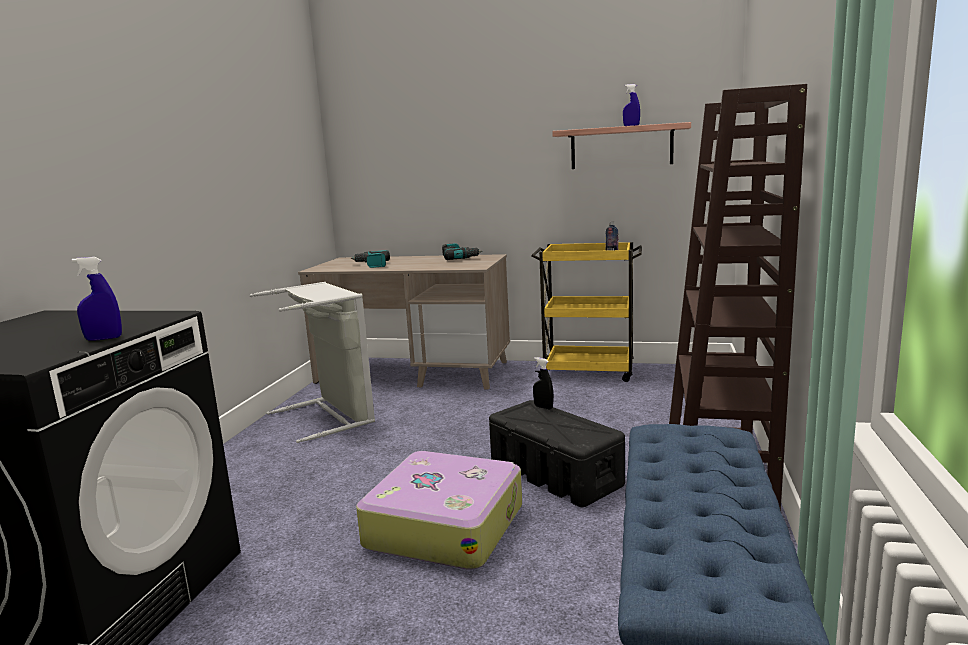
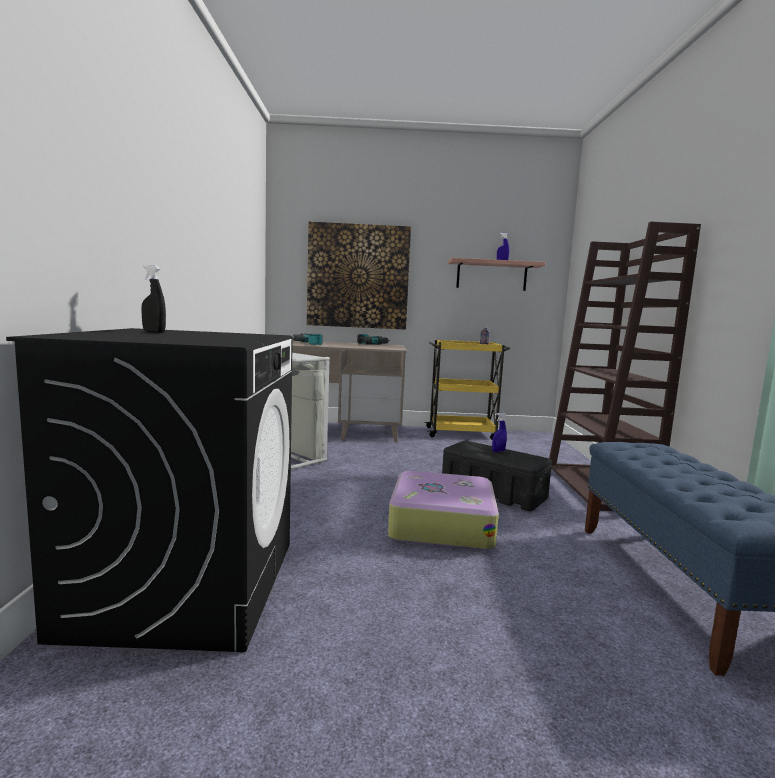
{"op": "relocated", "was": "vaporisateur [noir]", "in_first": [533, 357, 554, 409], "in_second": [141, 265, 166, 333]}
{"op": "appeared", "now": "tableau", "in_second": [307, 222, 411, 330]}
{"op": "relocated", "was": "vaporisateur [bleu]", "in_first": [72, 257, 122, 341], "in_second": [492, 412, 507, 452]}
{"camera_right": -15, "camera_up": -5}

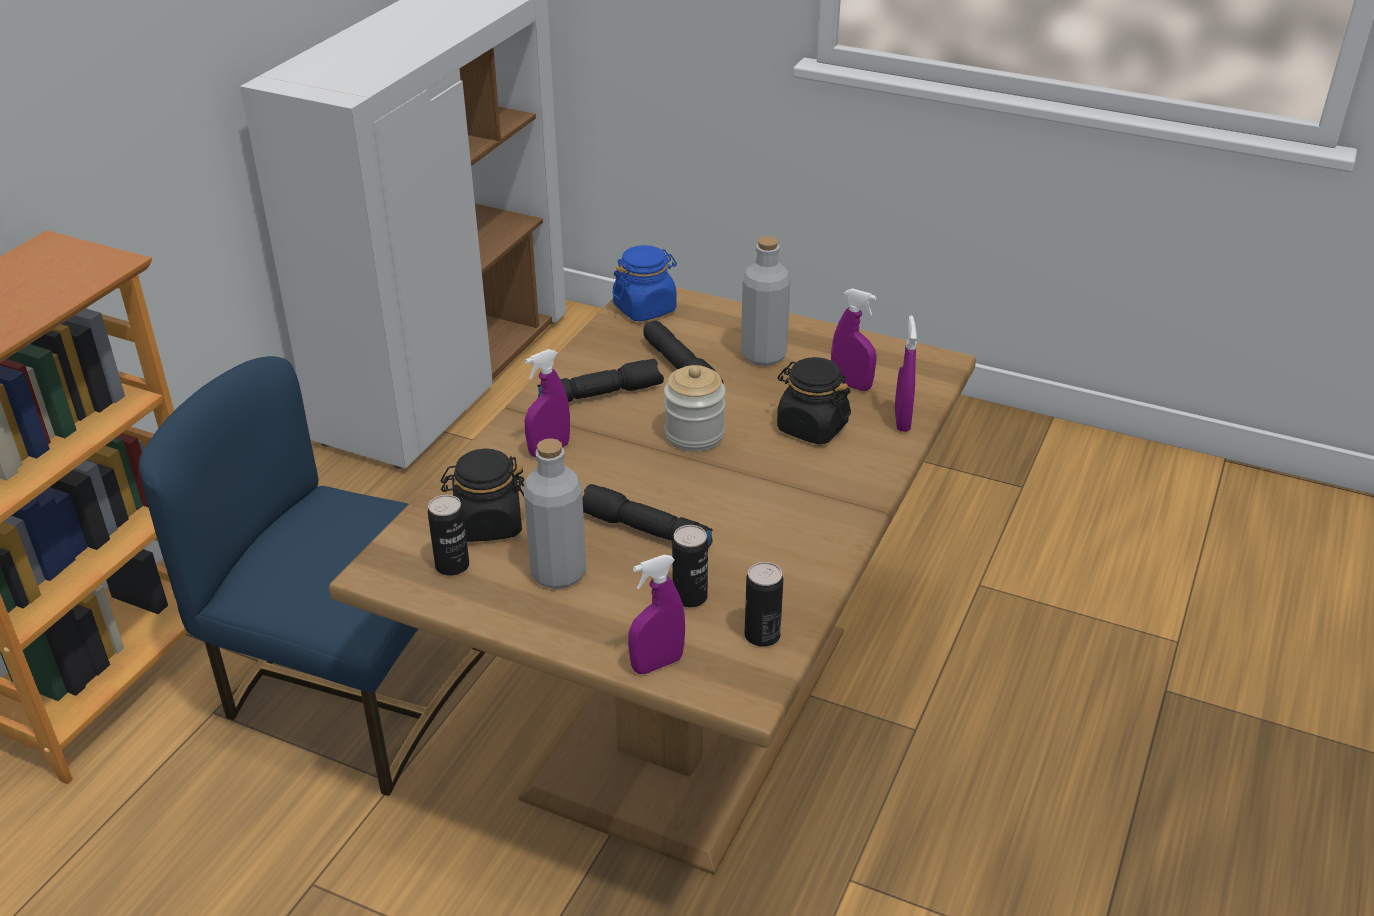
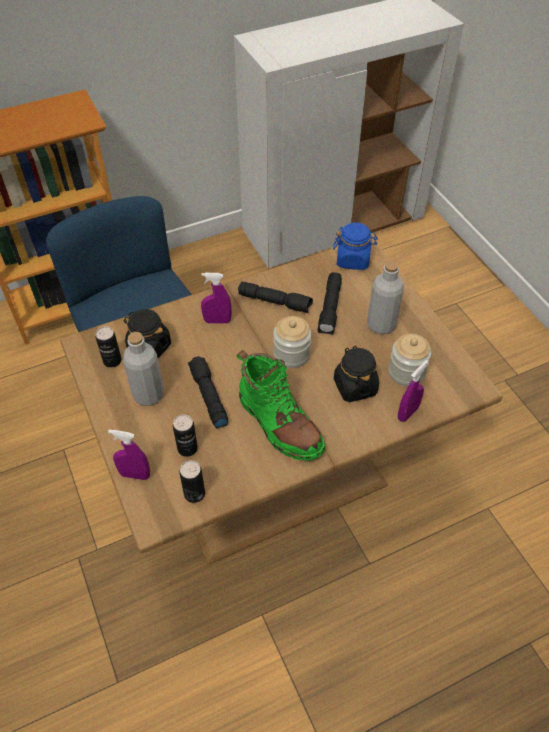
{"op": "appeared", "now": "botte [vert]", "in_second": [236, 350, 325, 461]}
{"op": "exchanged", "was": "vaporisateur [violet]", "now": "bocal", "in_first": [831, 288, 877, 391], "in_second": [389, 334, 431, 386]}
{"camera_right": 40, "camera_up": 15}

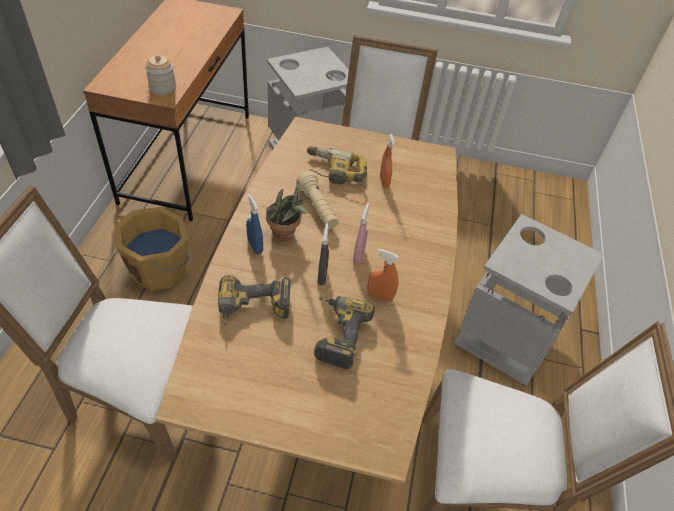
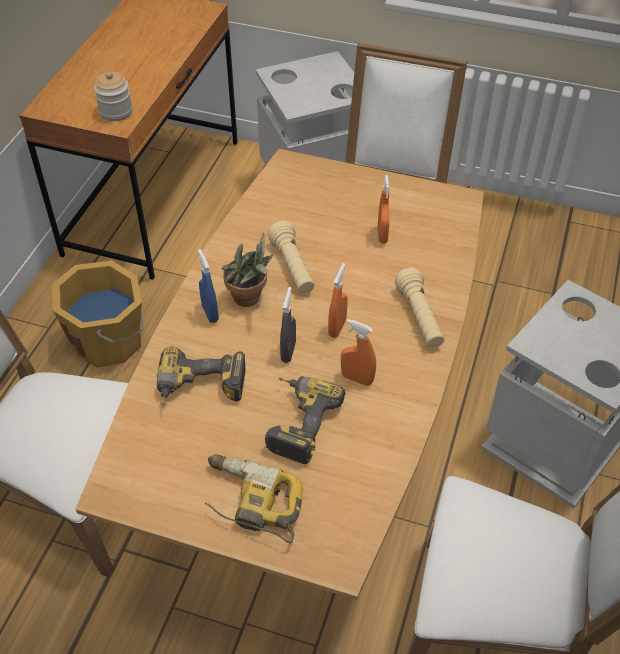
{"op": "relocated", "was": "perceuse", "in_first": [307, 146, 367, 187], "in_second": [205, 454, 303, 543]}
{"op": "colour", "was": "vaporisateur [rose]", "now": "vaporisateur [orange]", "in_first": [353, 203, 369, 264], "in_second": [328, 263, 348, 338]}
{"op": "appeared", "now": "lampe de poche [beige]", "in_second": [395, 268, 445, 348]}
{"camera_right": 10, "camera_up": 0}

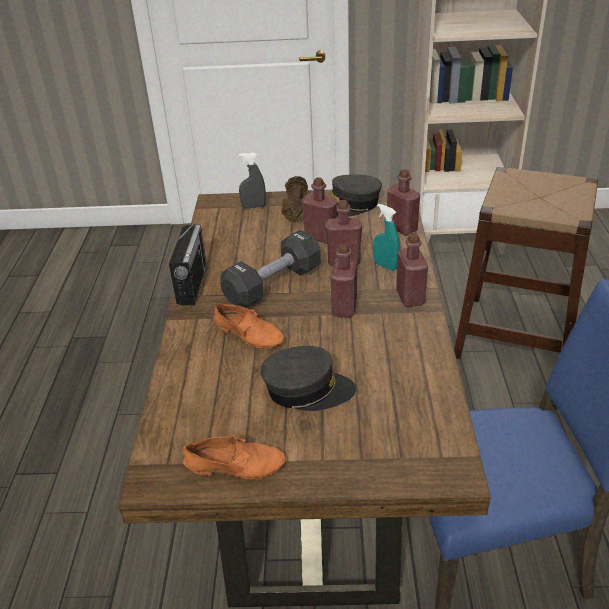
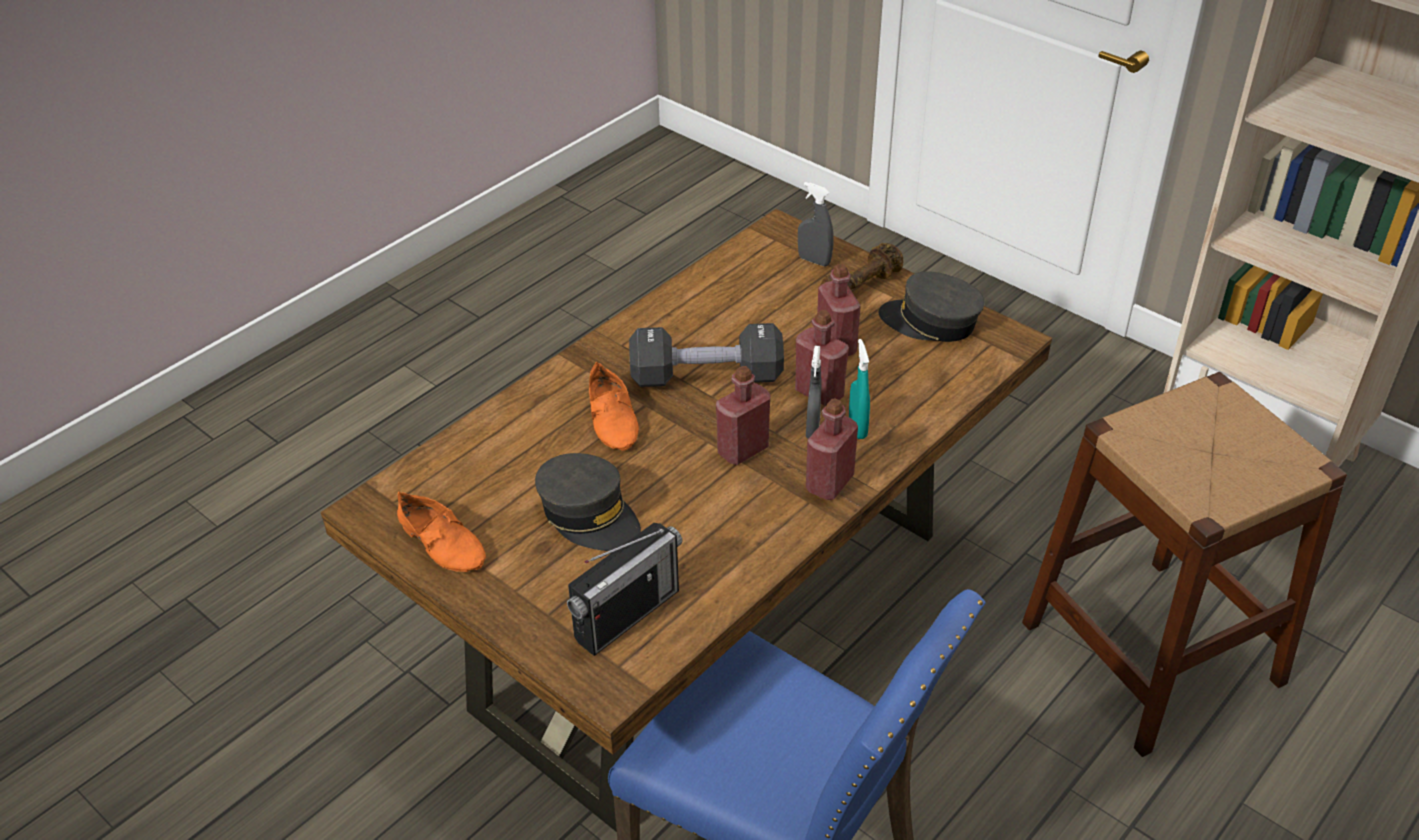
{"op": "relocated", "was": "radio", "in_first": [169, 224, 207, 305], "in_second": [567, 523, 682, 656]}
{"op": "appeared", "now": "vaporisateur [gris]", "in_second": [806, 346, 822, 439]}
{"op": "missing", "was": "bouteille [rouge]", "in_first": [387, 169, 420, 236]}
{"camera_right": 40, "camera_up": 5}

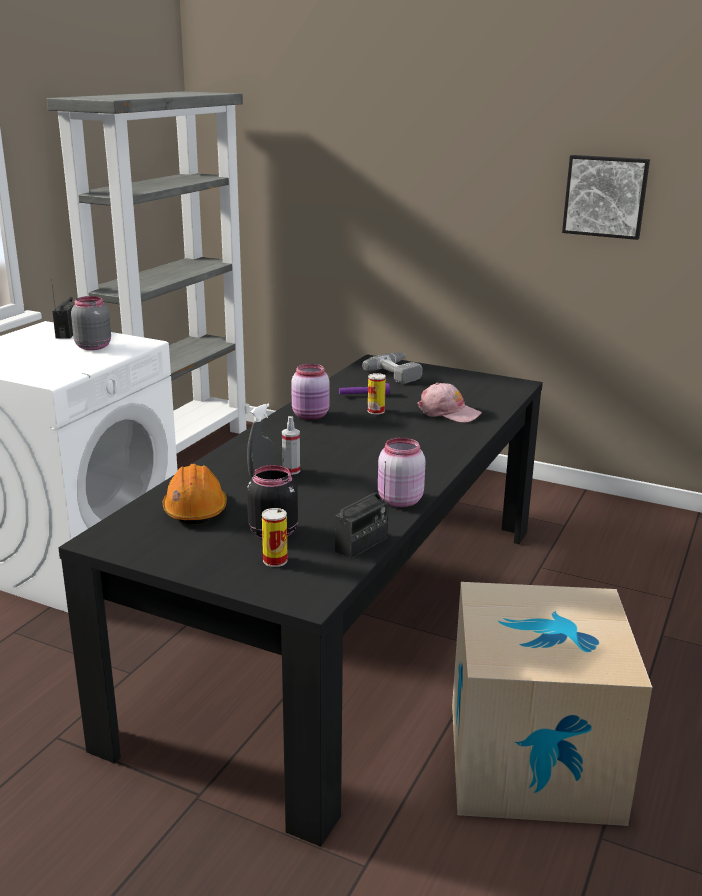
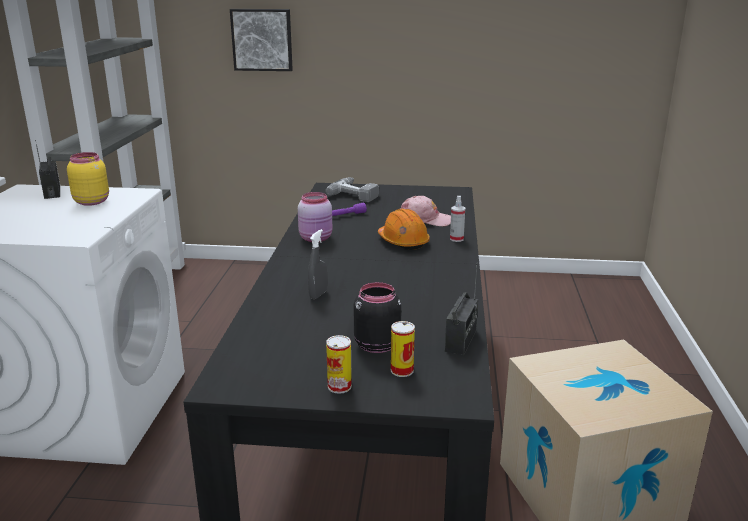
{"op": "colour", "was": "bocal [gris]", "now": "bocal [jaune]", "in_first": [71, 296, 111, 350], "in_second": [67, 152, 109, 206]}
{"op": "relocated", "was": "tableau", "in_first": [562, 155, 650, 240], "in_second": [230, 9, 293, 71]}
{"op": "relocated", "was": "boîte métallique", "in_first": [368, 373, 386, 415], "in_second": [326, 335, 352, 394]}
{"op": "relocated", "was": "casque de chantier [orange]", "in_first": [163, 464, 227, 525], "in_second": [378, 208, 430, 250]}
{"op": "relocated", "was": "vaporisateur", "in_first": [282, 416, 300, 475], "in_second": [450, 196, 465, 242]}
{"op": "missing", "was": "bocal [rose]", "in_first": [378, 438, 425, 507]}
{"camera_right": -20, "camera_up": 0}

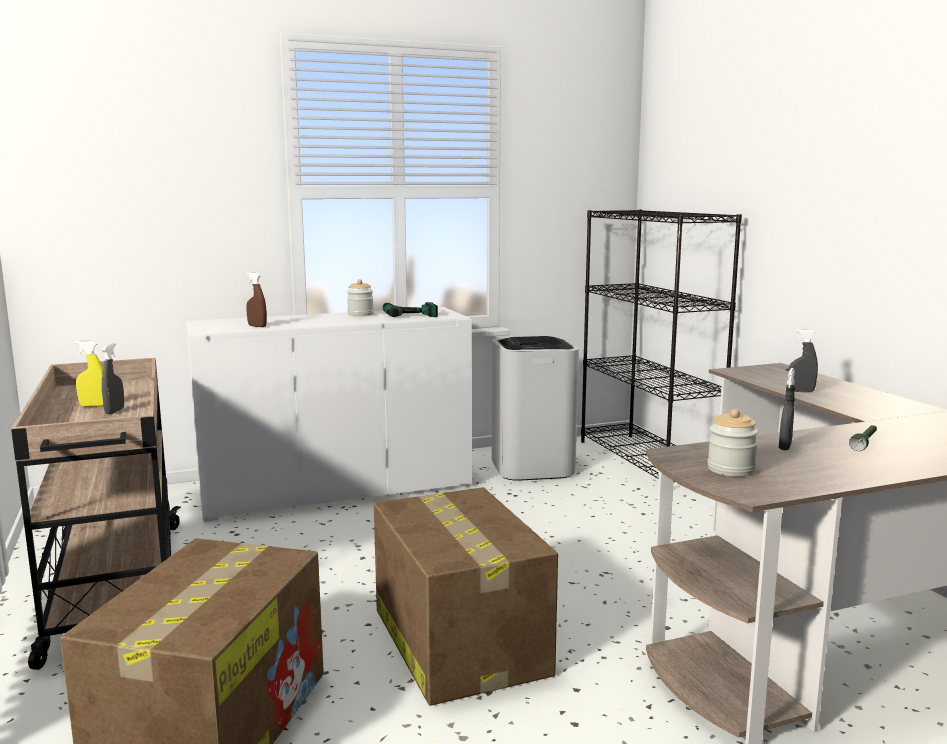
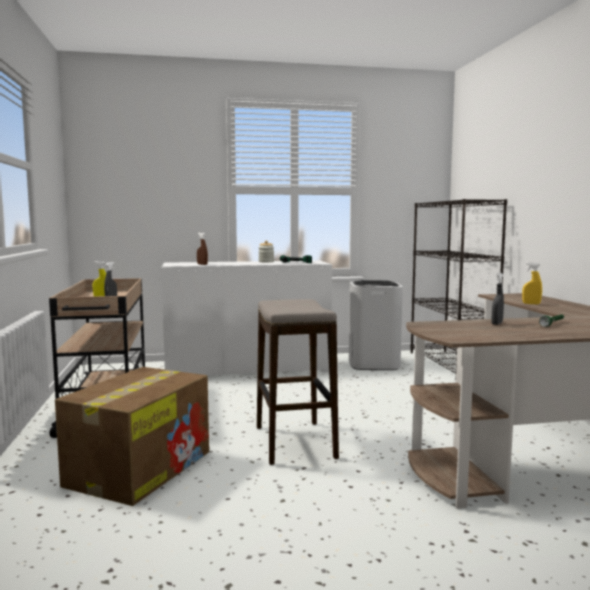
{"op": "exchanged", "was": "carton", "now": "tabouret", "in_first": [374, 487, 558, 706], "in_second": [257, 299, 339, 465]}
{"op": "colour", "was": "vaporisateur [gris]", "now": "vaporisateur [jaune]", "in_first": [788, 329, 818, 392], "in_second": [522, 263, 542, 304]}
{"op": "missing", "was": "bocal", "in_first": [707, 409, 758, 477]}
{"camera_right": 10, "camera_up": -5}

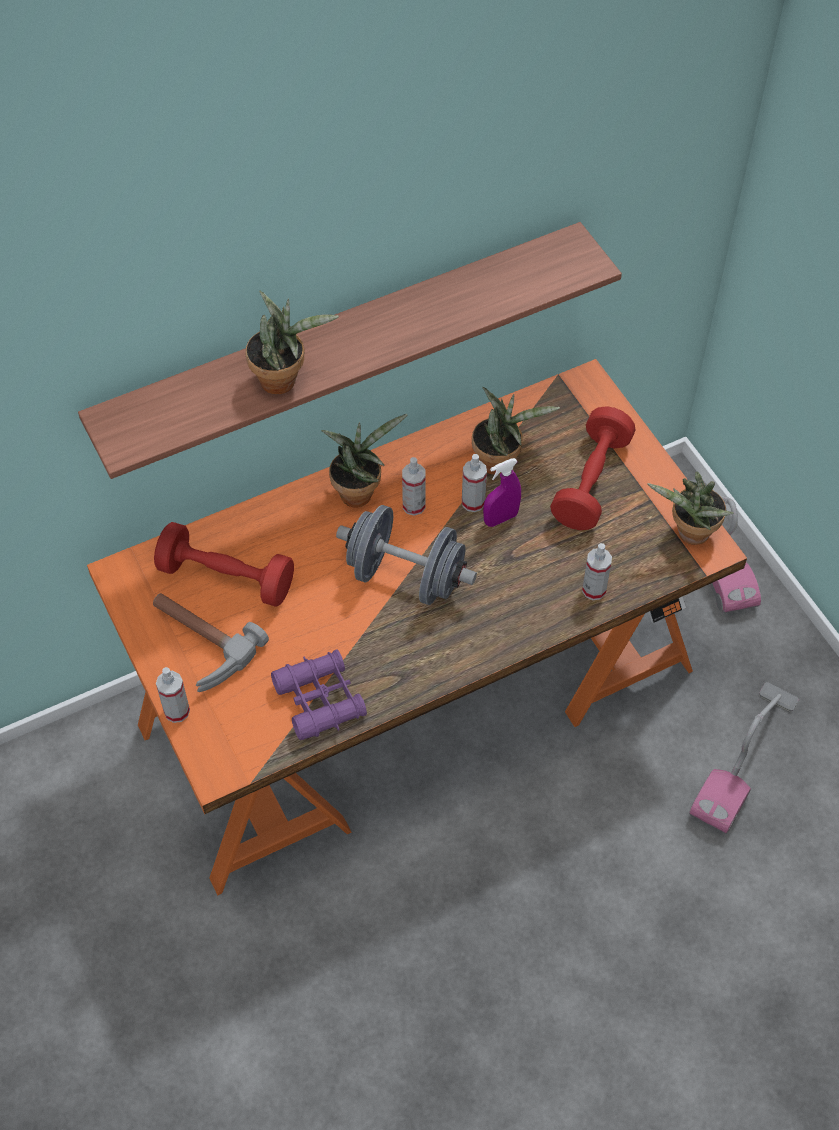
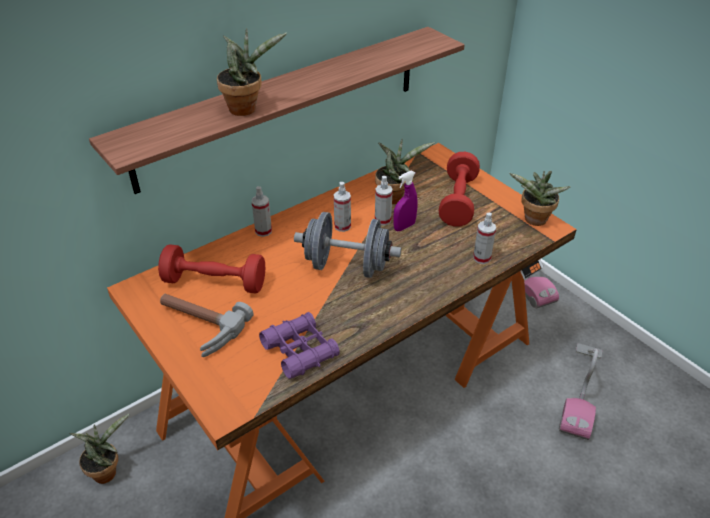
{"op": "relocated", "was": "plante en pot", "in_first": [321, 414, 408, 508], "in_second": [69, 414, 129, 484]}
{"op": "relocated", "was": "vaporisateur", "in_first": [156, 667, 190, 723], "in_second": [252, 186, 272, 237]}
{"camera_right": -10, "camera_up": -15}

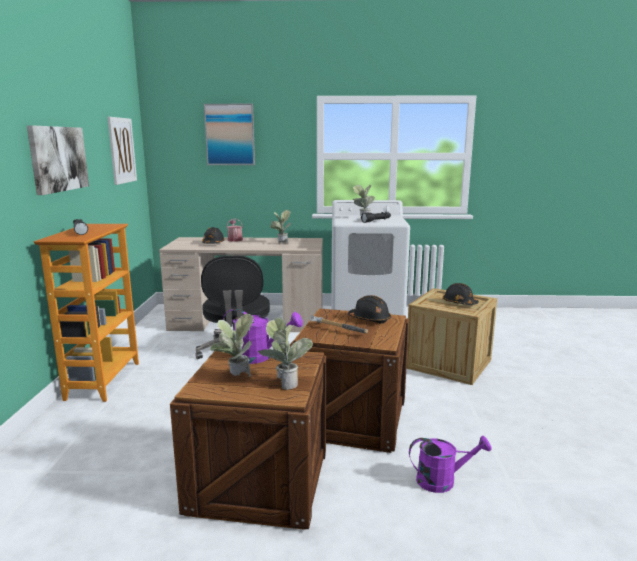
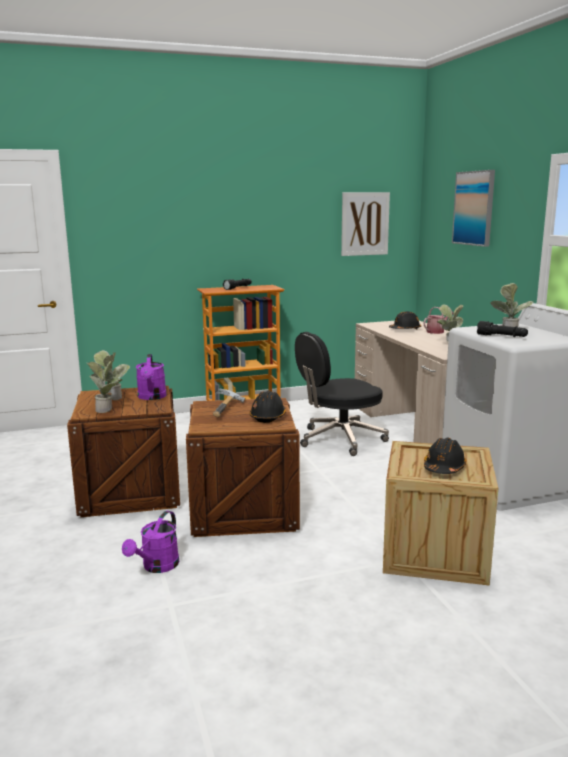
{"op": "spun", "was": "arrosoir [violet]", "in_first": [409, 436, 492, 493], "in_second": [122, 511, 179, 573], "clockwise": 45}
{"op": "missing", "was": "tableau", "in_first": [27, 125, 89, 195]}
{"camera_right": 70, "camera_up": 0}

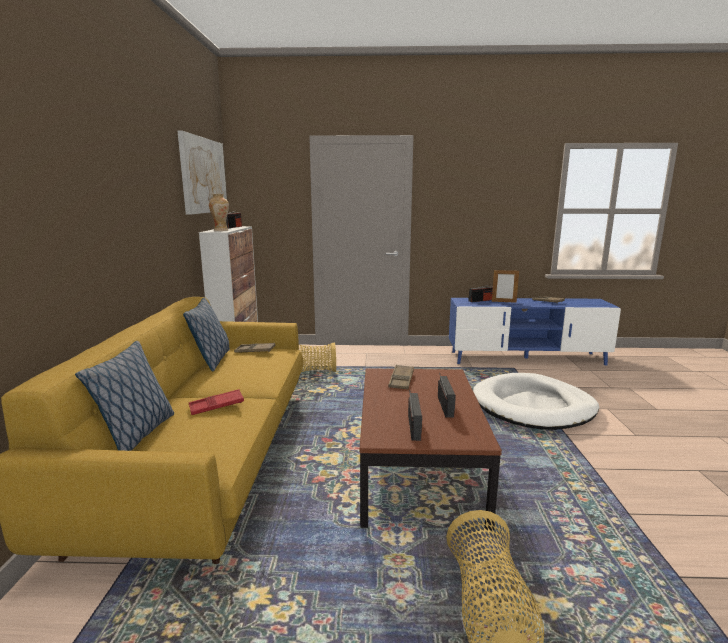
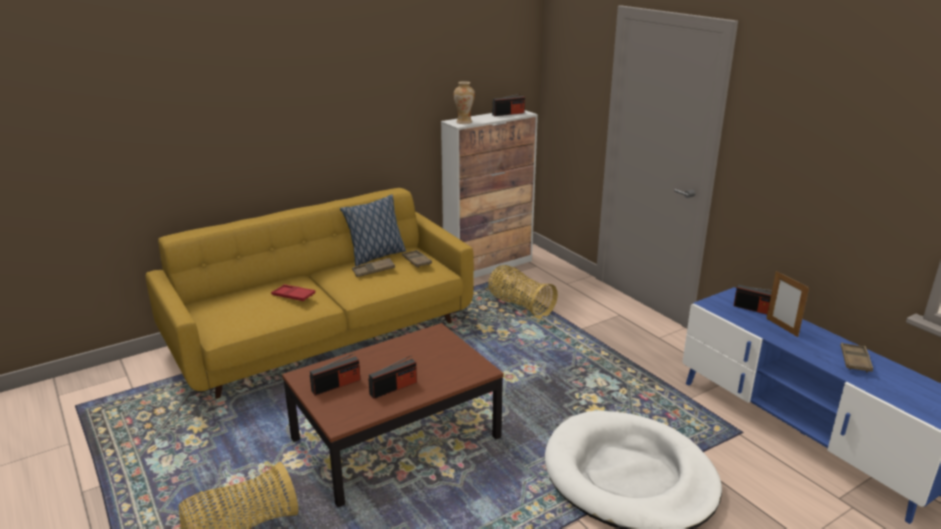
{"op": "relocated", "was": "plateau [marron]", "in_first": [388, 365, 414, 389], "in_second": [352, 258, 395, 277]}
{"op": "missing", "was": "coussin", "in_first": [75, 341, 174, 451]}
{"op": "missing", "was": "tableau", "in_first": [177, 131, 227, 215]}
{"camera_right": 55, "camera_up": 10}

